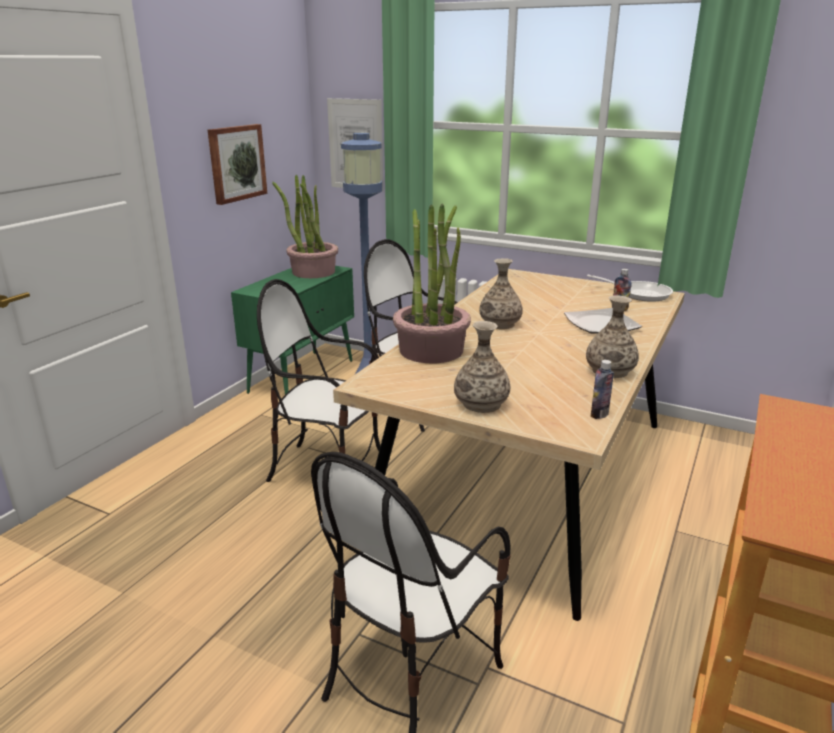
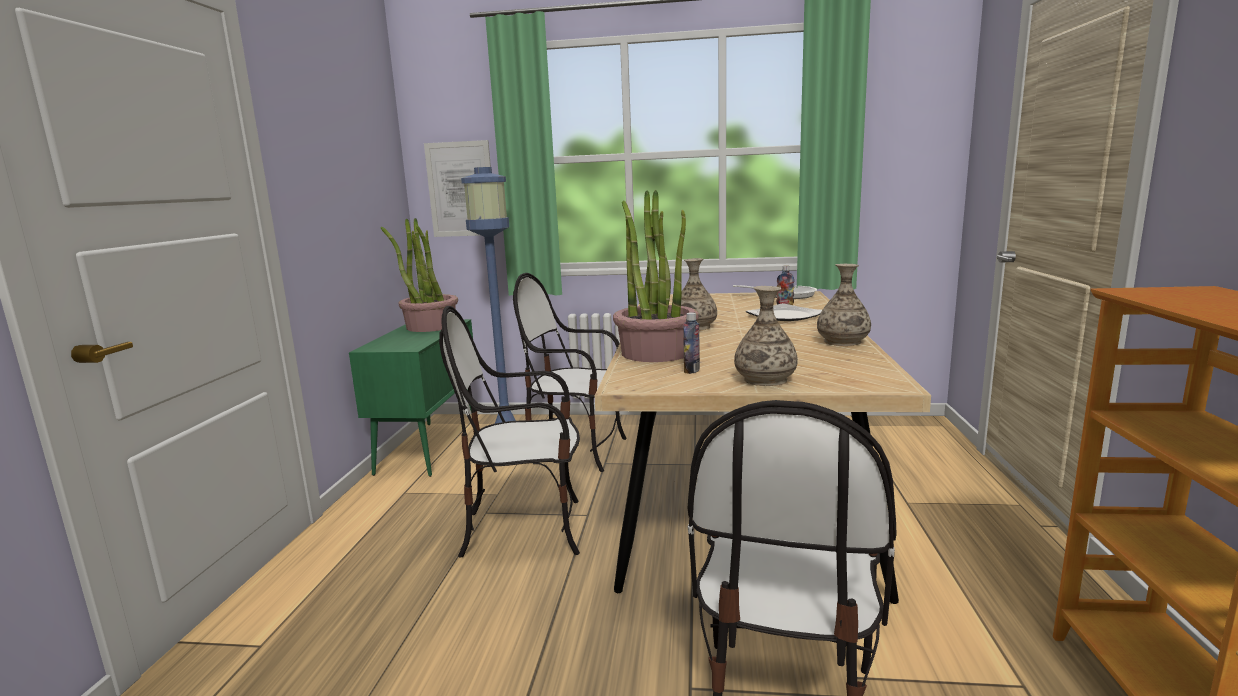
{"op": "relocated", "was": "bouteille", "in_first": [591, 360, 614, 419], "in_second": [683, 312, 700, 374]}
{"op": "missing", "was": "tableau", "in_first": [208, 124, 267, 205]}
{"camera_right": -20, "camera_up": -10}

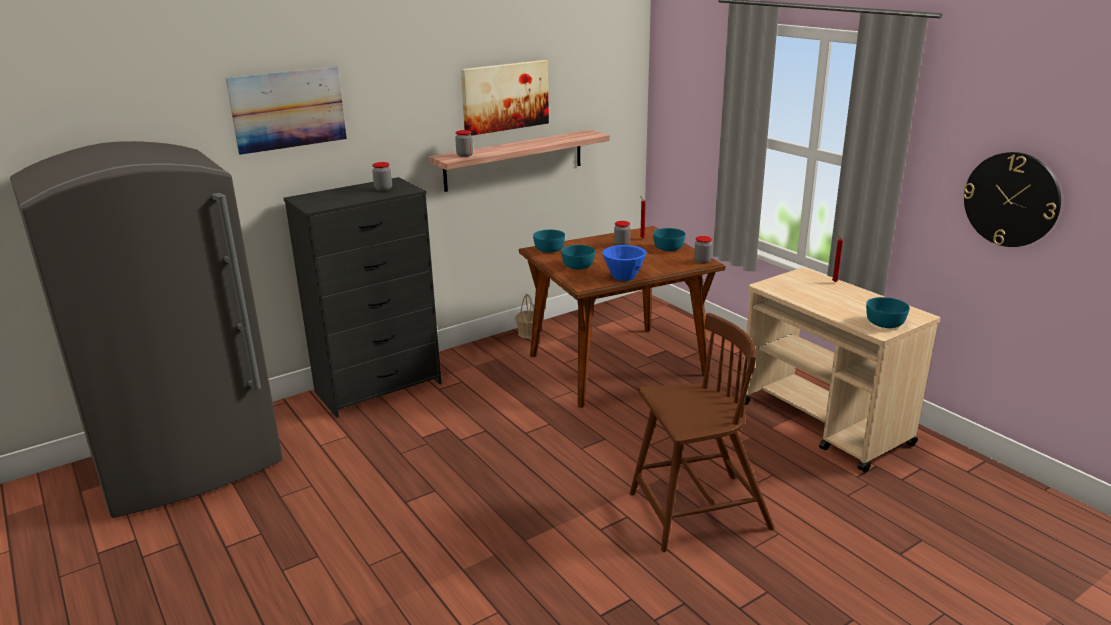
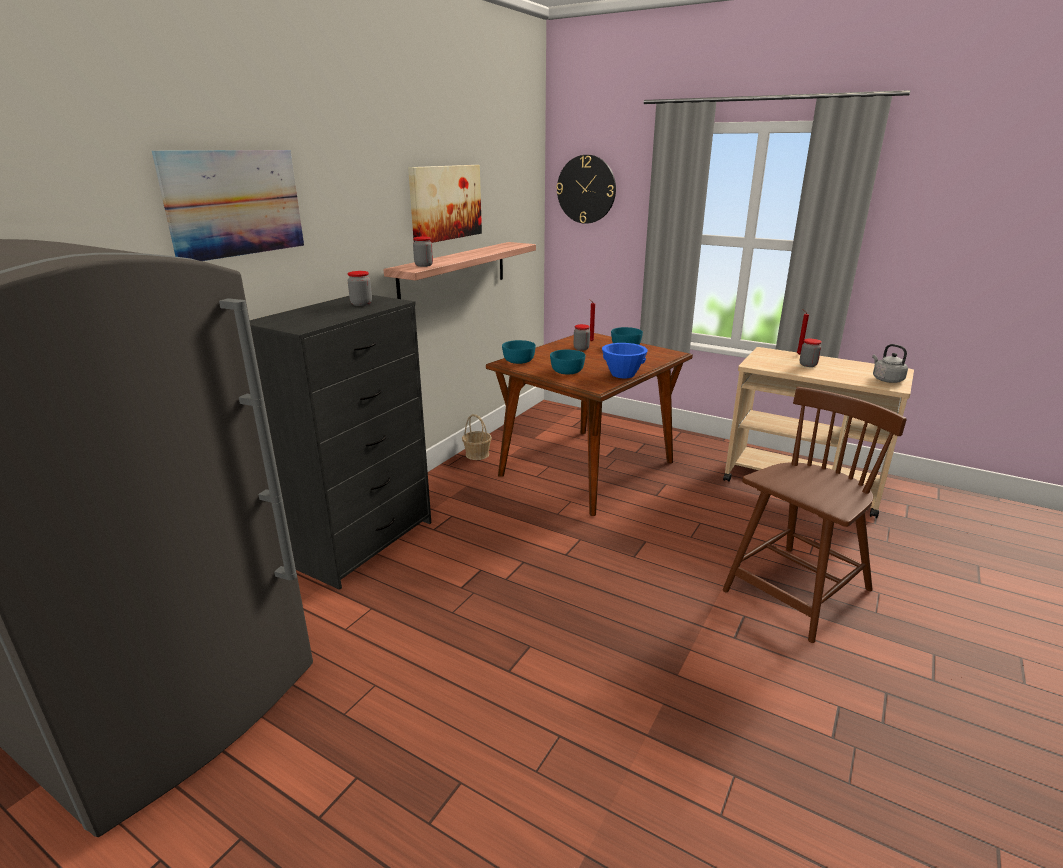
{"op": "relocated", "was": "horloge murale", "in_first": [963, 152, 1061, 247], "in_second": [556, 155, 616, 224]}
{"op": "relocated", "was": "bocal", "in_first": [694, 236, 712, 264], "in_second": [799, 339, 822, 367]}
{"op": "exchanged", "was": "bol [turquoise]", "now": "bouilloire [gris]", "in_first": [866, 297, 910, 328], "in_second": [872, 344, 908, 383]}
{"camera_right": -25, "camera_up": 0}

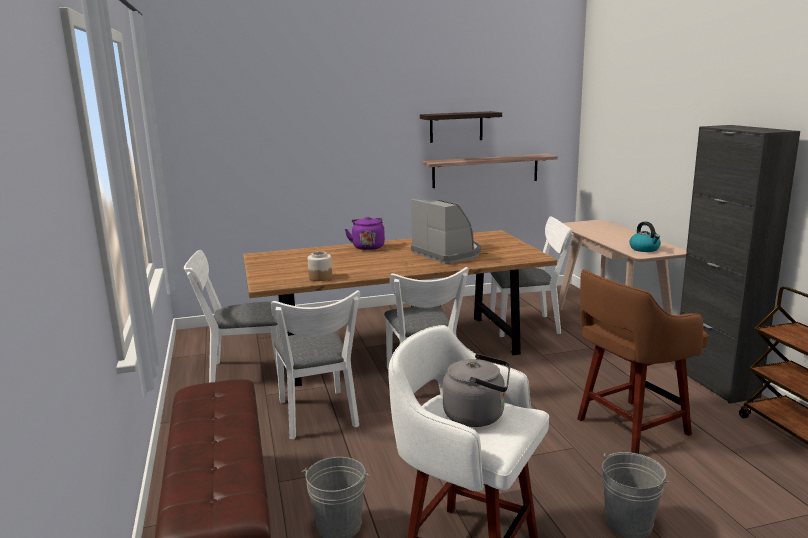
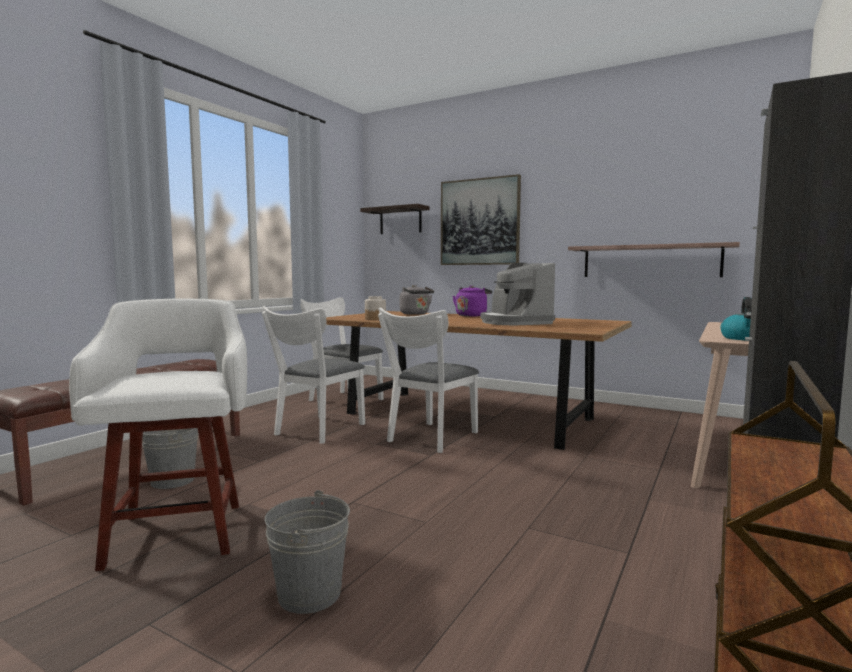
{"op": "relocated", "was": "étagère", "in_first": [420, 111, 502, 143], "in_second": [360, 204, 430, 234]}
{"op": "relocated", "was": "bouilloire [gris]", "in_first": [443, 354, 510, 427], "in_second": [400, 285, 434, 315]}
{"op": "appeared", "now": "tableau", "in_second": [441, 174, 521, 265]}
{"op": "spun", "was": "machine à café", "in_first": [411, 199, 481, 264], "in_second": [480, 263, 555, 325], "clockwise": 150}
{"op": "missing", "was": "chaise [blanc]", "in_first": [490, 217, 573, 337]}
{"op": "missing", "was": "tabouret [marron]", "in_first": [577, 270, 709, 454]}
{"camera_right": 45, "camera_up": -10}

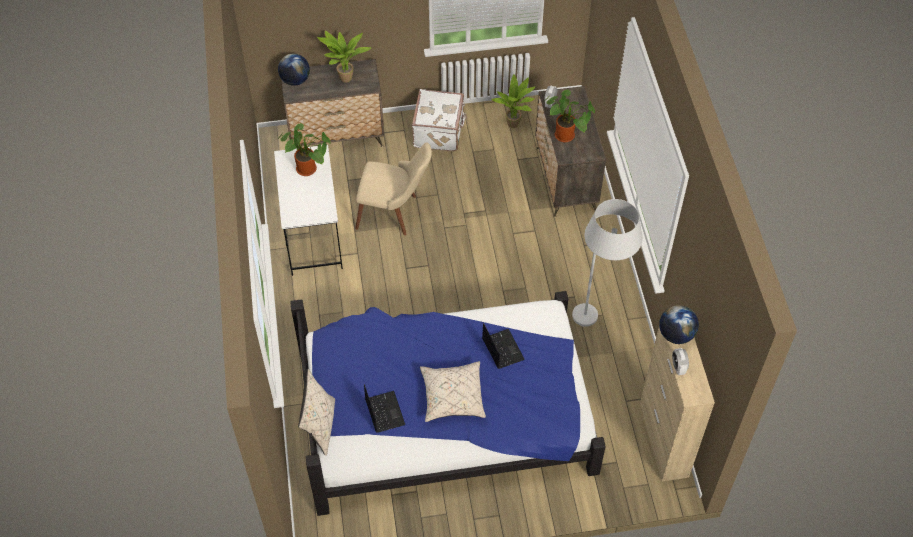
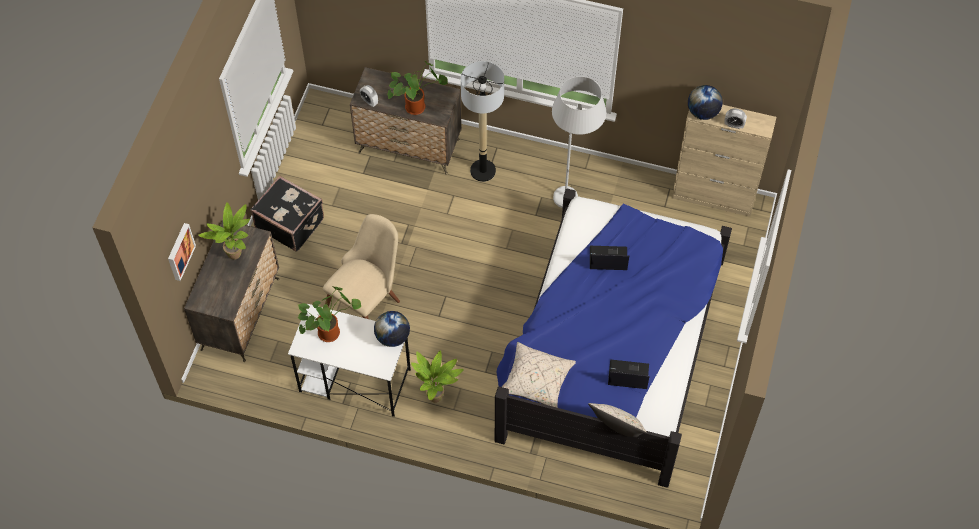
{"op": "appeared", "now": "tableau", "in_second": [168, 223, 196, 281]}
{"op": "colour", "was": "valise [blanc]", "now": "valise [noir]", "in_first": [412, 89, 467, 151], "in_second": [251, 176, 324, 252]}
{"op": "relocated", "was": "globe", "in_first": [278, 54, 310, 86], "in_second": [374, 311, 410, 347]}
{"op": "relocated", "was": "plante en pot", "in_first": [492, 74, 535, 128], "in_second": [411, 351, 464, 403]}
{"op": "appeared", "now": "lampadaire", "in_second": [461, 61, 504, 182]}
{"op": "relocated", "was": "coussin [beige]", "in_first": [420, 361, 486, 422], "in_second": [502, 342, 576, 408]}
{"camera_right": -65, "camera_up": 5}

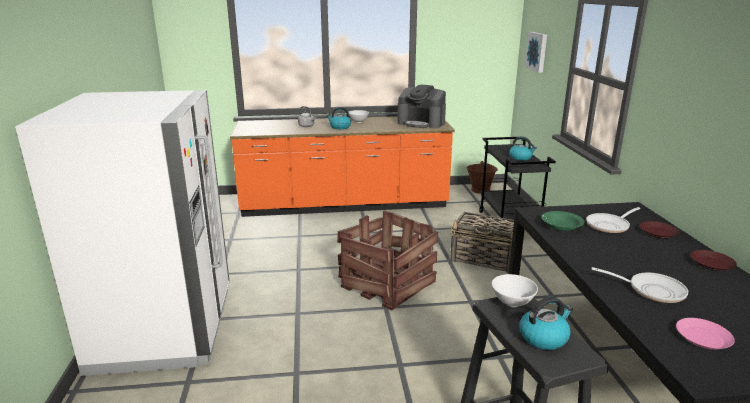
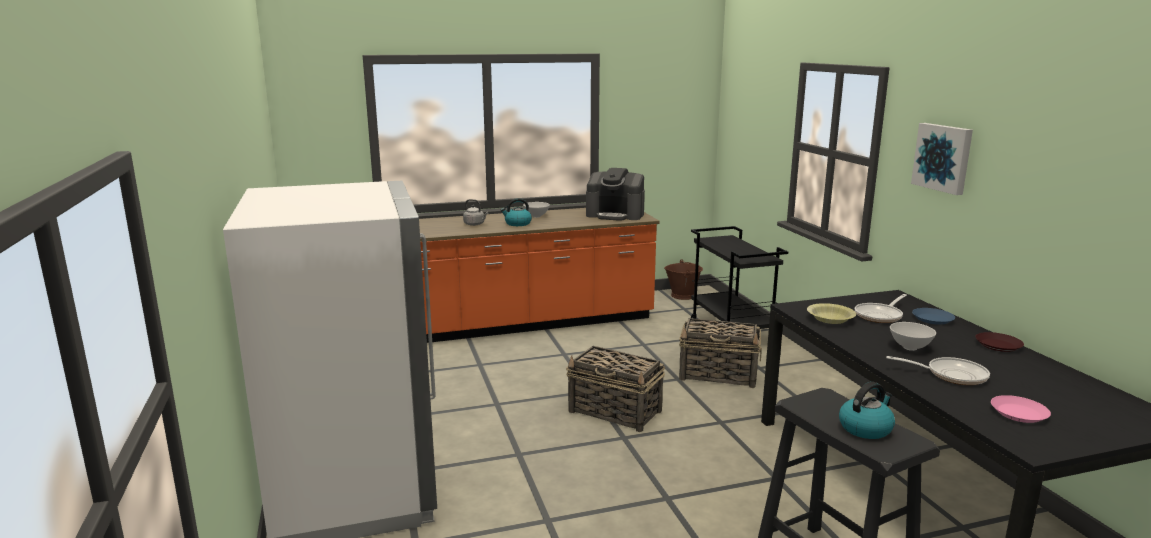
{"op": "exchanged", "was": "caisse", "now": "panier", "in_first": [337, 211, 438, 311], "in_second": [566, 346, 665, 432]}
{"op": "colour", "was": "bol [vert]", "now": "bol [jaune]", "in_first": [541, 211, 585, 231], "in_second": [807, 303, 856, 324]}
{"op": "relocated", "was": "bol [blanc]", "in_first": [492, 274, 538, 307], "in_second": [890, 322, 936, 351]}
{"op": "relocated", "was": "tableau", "in_first": [525, 32, 547, 73], "in_second": [911, 123, 973, 195]}
{"op": "colour", "was": "assiette [marron]", "now": "assiette [bleu]", "in_first": [640, 221, 679, 238], "in_second": [912, 308, 955, 325]}
{"op": "missing", "was": "bouilloire", "in_first": [509, 136, 537, 161]}
{"camera_right": -10, "camera_up": -5}

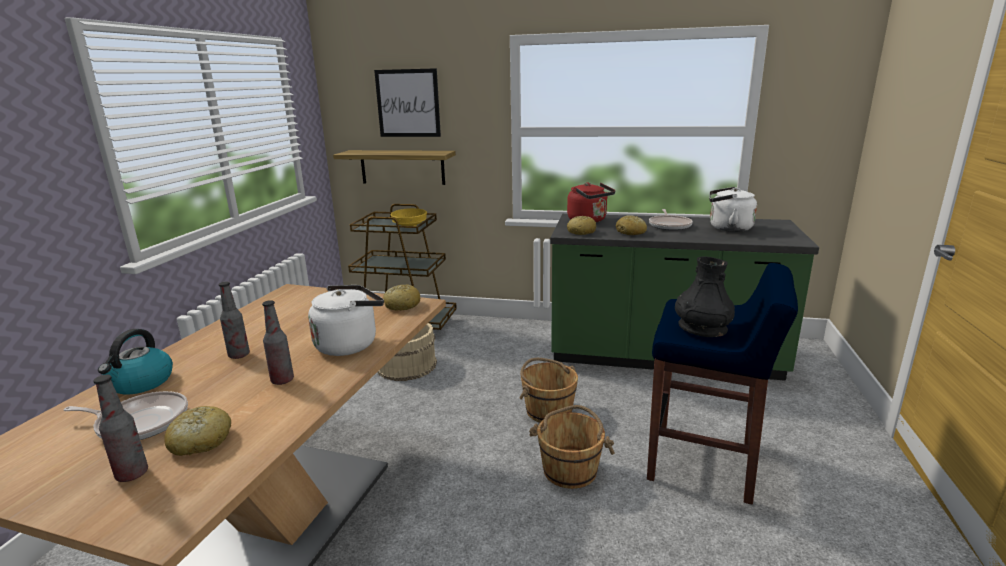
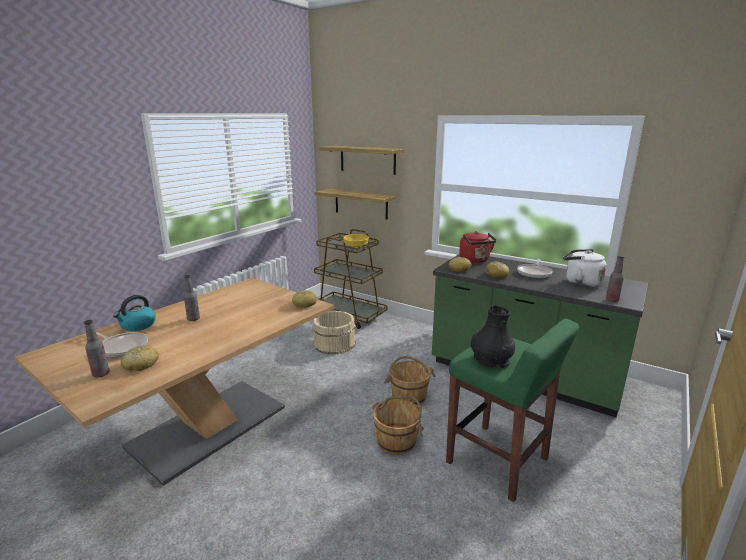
{"op": "exchanged", "was": "tableau", "now": "étagère", "in_first": [374, 68, 441, 137], "in_second": [319, 146, 405, 175]}
{"op": "colour", "was": "tabouret [bleu]", "now": "tabouret [vert]", "in_first": [647, 263, 798, 505], "in_second": [446, 319, 579, 502]}
{"op": "relocated", "was": "bouteille", "in_first": [262, 300, 294, 385], "in_second": [606, 255, 624, 302]}
{"op": "missing", "was": "bouilloire [blanc]", "in_first": [308, 285, 384, 356]}
{"camera_right": 20, "camera_up": 0}

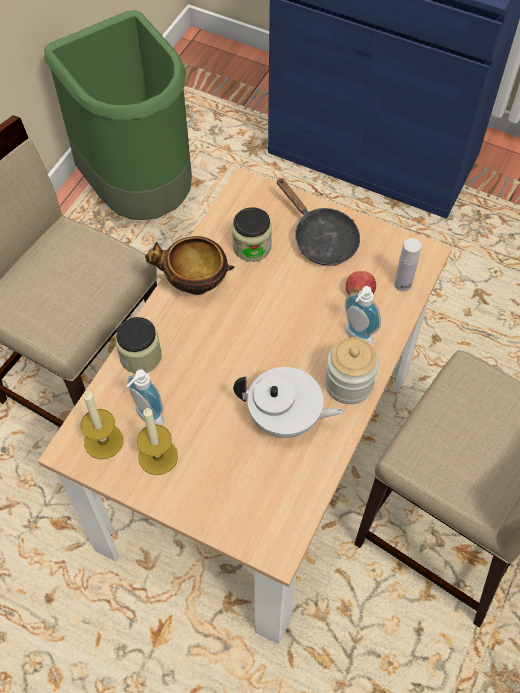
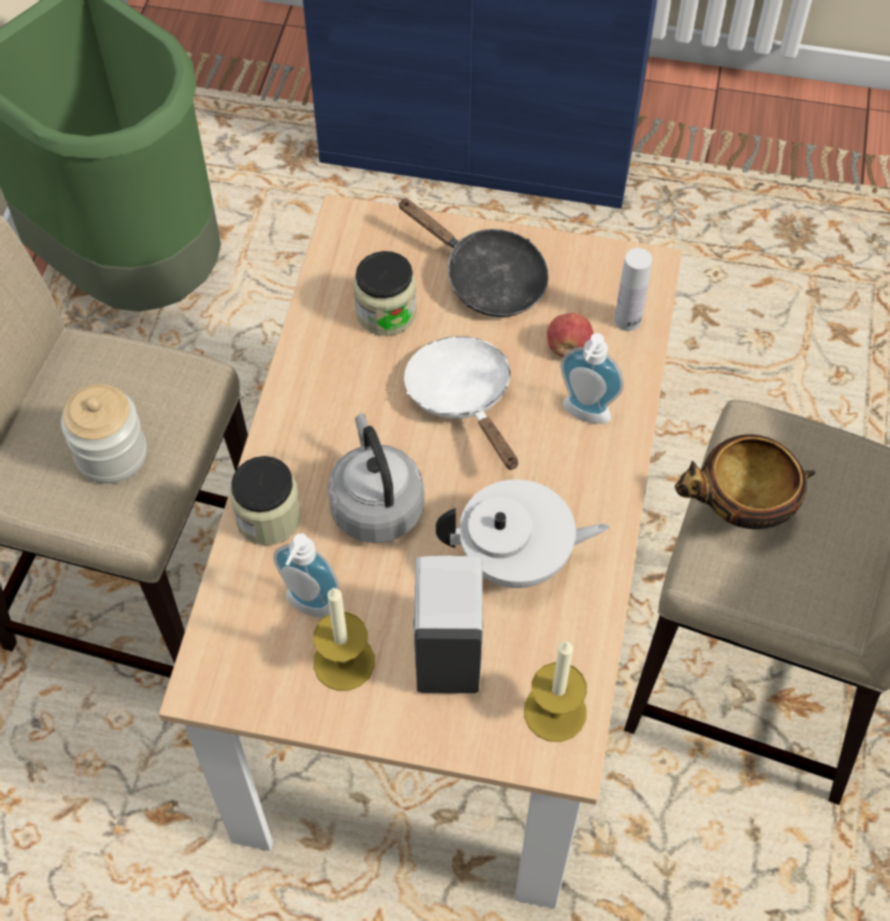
{"op": "relocated", "was": "bocal", "in_first": [325, 337, 379, 404], "in_second": [61, 384, 147, 484]}
{"op": "appeared", "now": "bouilloire [gris]", "in_second": [327, 413, 424, 543]}
{"op": "appeared", "now": "poêle [blanc]", "in_second": [404, 336, 518, 470]}
{"op": "appeared", "now": "distributeur de savon [blanc]", "in_second": [413, 555, 483, 693]}
{"op": "relocated", "was": "bougie", "in_first": [80, 391, 123, 459], "in_second": [524, 641, 587, 742]}
{"op": "relocated", "was": "bol", "in_first": [145, 236, 234, 295], "in_second": [675, 434, 816, 529]}
{"camera_right": -15, "camera_up": 0}

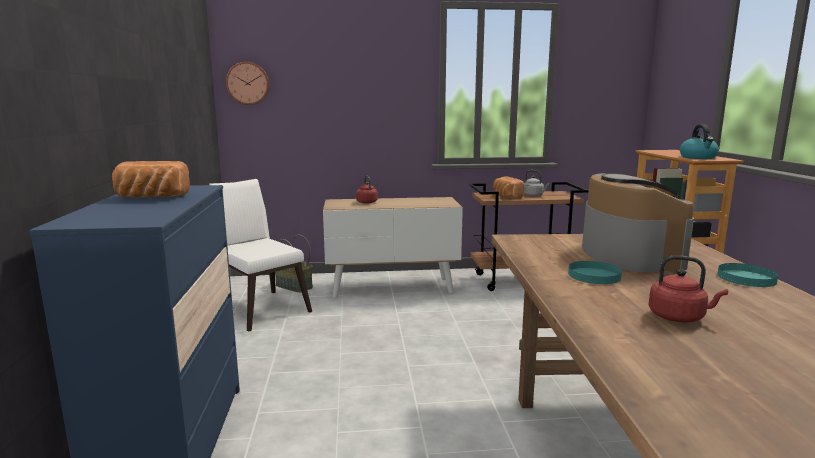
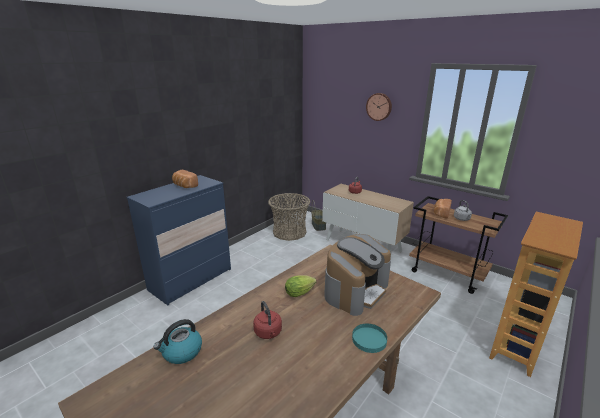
{"op": "relocated", "was": "bouilloire", "in_first": [680, 124, 719, 159], "in_second": [154, 319, 202, 364]}
{"op": "exchanged", "was": "chaise [blanc]", "now": "panier", "in_first": [209, 179, 312, 332], "in_second": [268, 193, 310, 241]}
{"op": "exchanged", "was": "assiette [turquoise]", "now": "laitue", "in_first": [568, 261, 622, 284], "in_second": [285, 275, 317, 297]}
{"op": "relocated", "was": "horloge murale", "in_first": [226, 62, 270, 105], "in_second": [366, 93, 392, 121]}
{"camera_right": 45, "camera_up": 10}

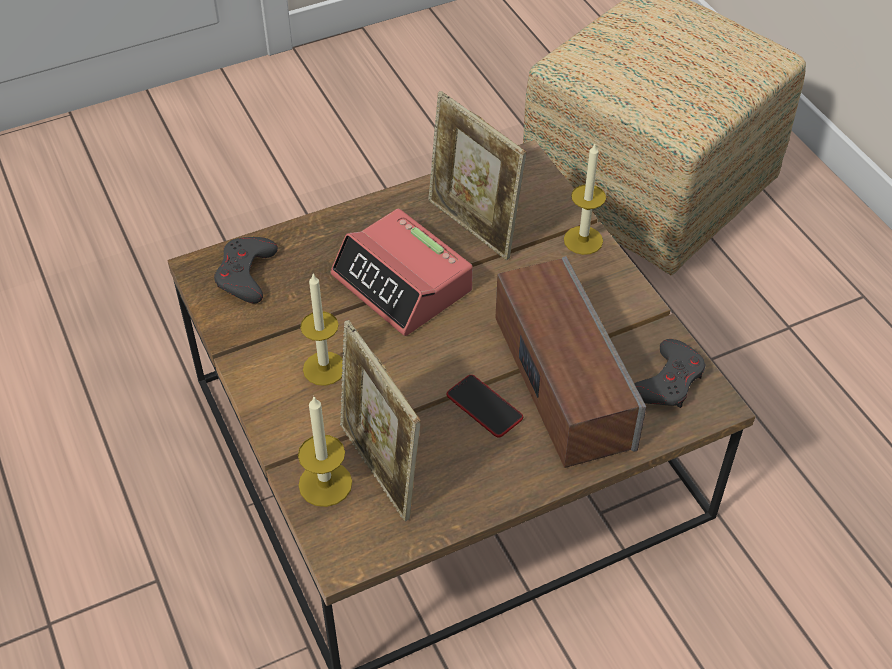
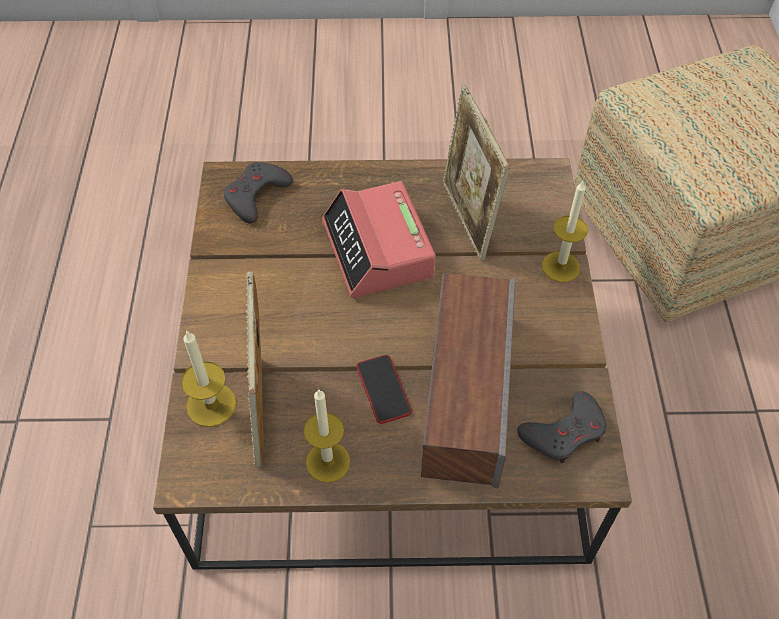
{"op": "relocated", "was": "bougie", "in_first": [300, 273, 343, 386], "in_second": [304, 389, 350, 483]}
{"camera_right": 25, "camera_up": 5}

